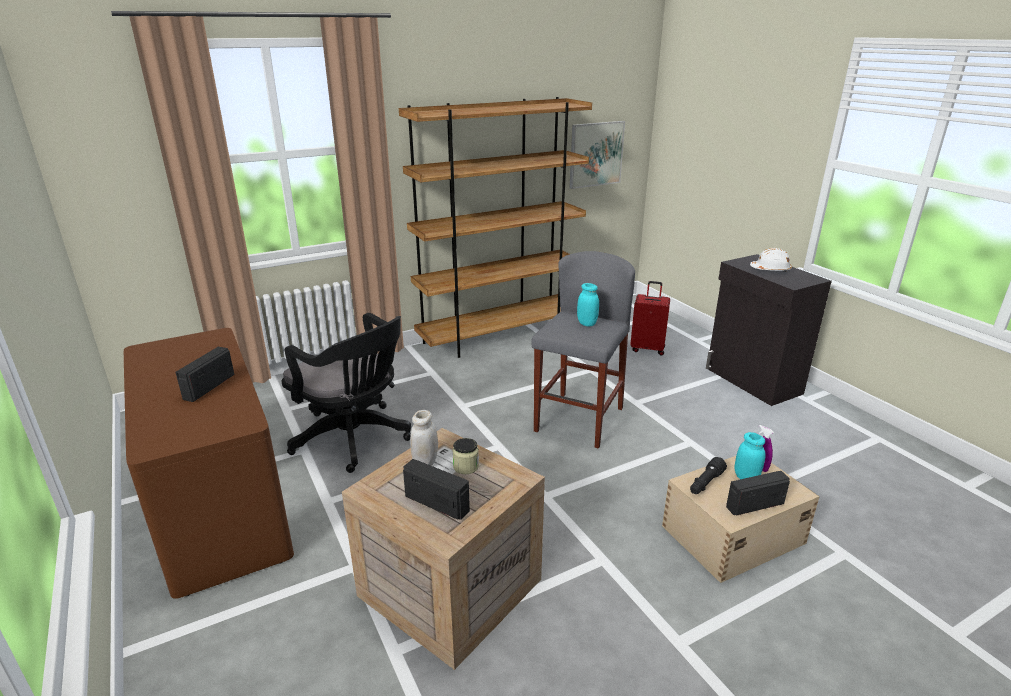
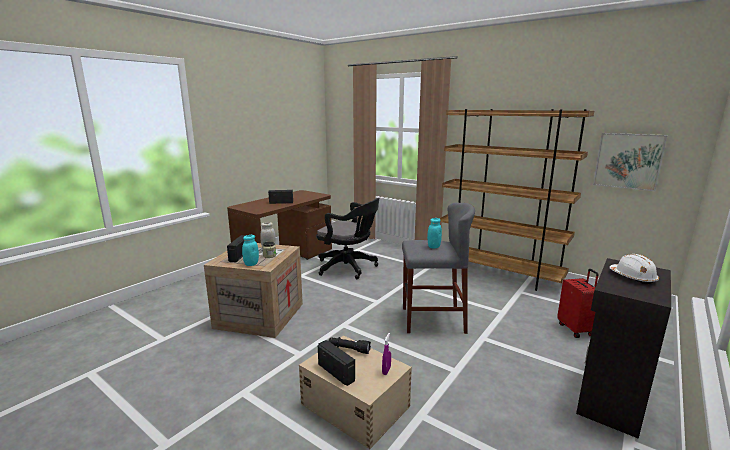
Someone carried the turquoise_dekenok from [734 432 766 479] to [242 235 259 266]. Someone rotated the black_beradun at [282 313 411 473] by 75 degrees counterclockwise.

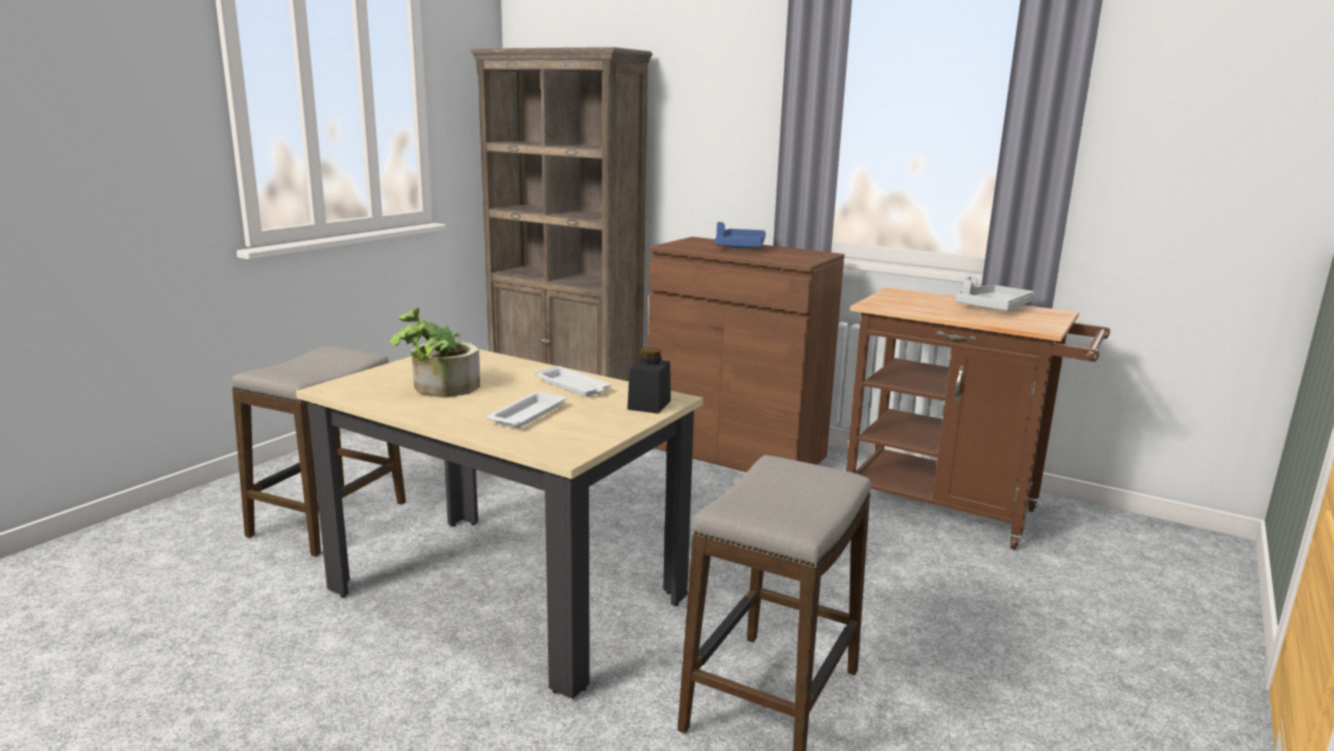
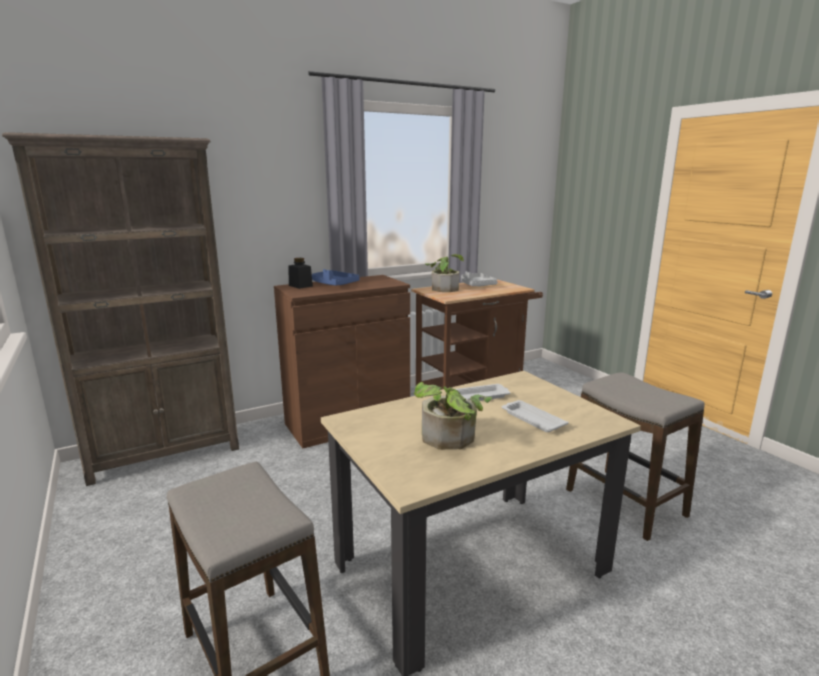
Someone put down the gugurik at [425 254 464 292]. Someone carried the black_dekenok from [627 347 671 414] to [288 258 313 289].

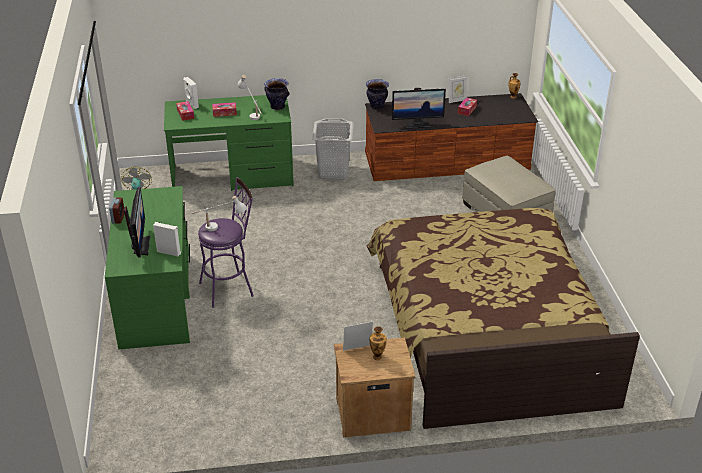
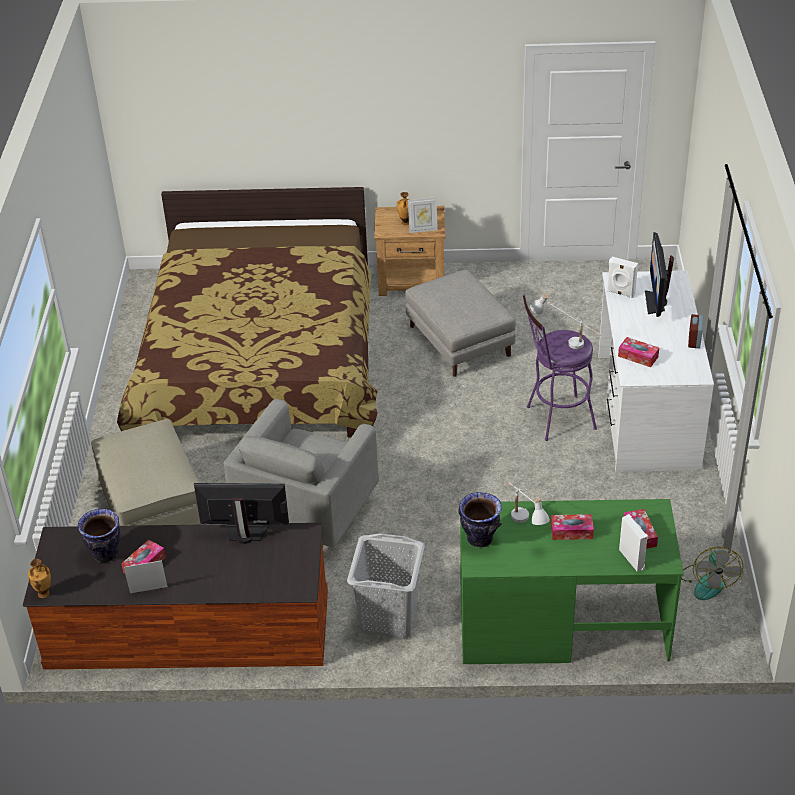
Someone put down the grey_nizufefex at [223 399 379 548]. Someone put down the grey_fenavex at [405 270 516 377]. Someone put down the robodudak at [618 337 659 368]. Someone carried the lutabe from [366 79 389 110] to [78 509 120 562]. Someone repainted the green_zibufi at [105 186 190 349], which became the white_zibufi at [598 271 714 472].

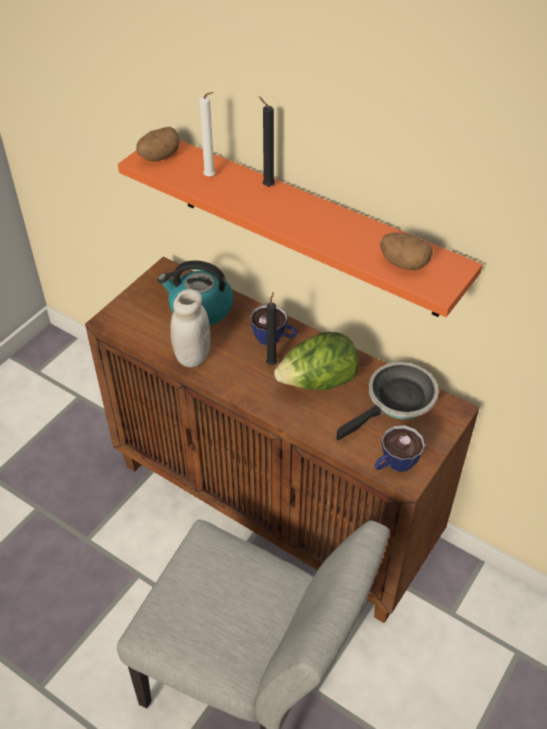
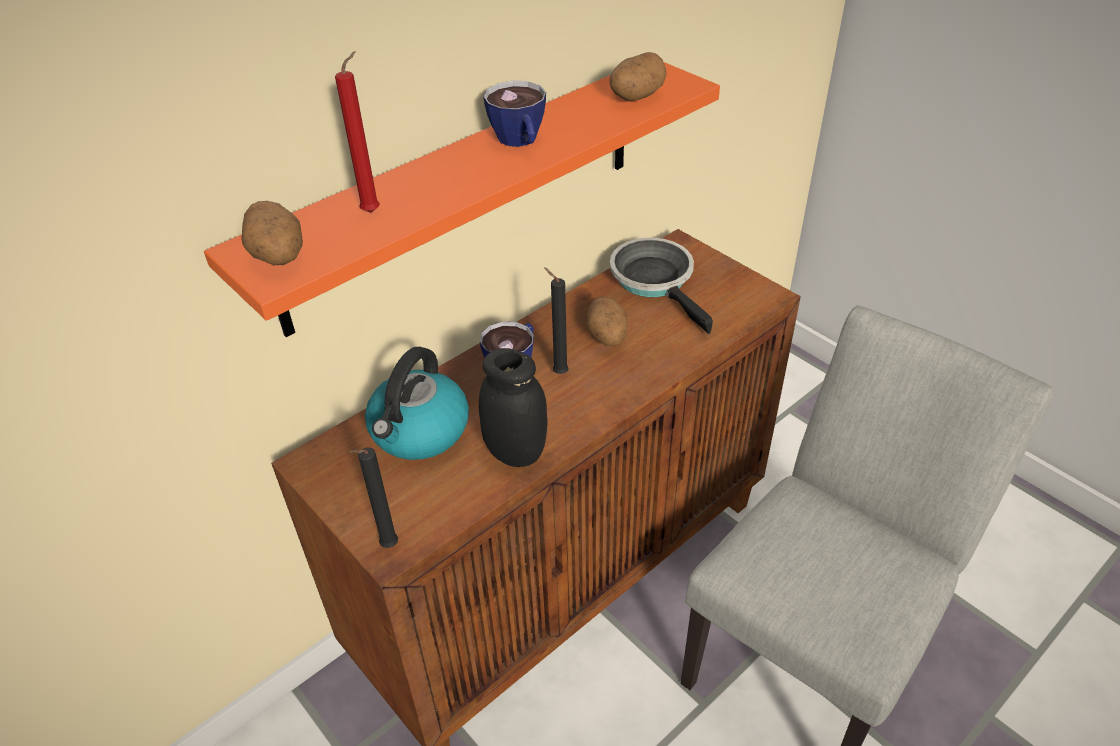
Someone carried the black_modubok from [258 96 275 187] to [349 448 398 548]. Someone carried the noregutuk from [375 425 425 472] to [483 80 546 147]. Someone swapped the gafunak at [274 332 359 390] for the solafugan at [586 296 628 346]. Someone repainted the white_dekenok at [170 289 210 367], which became the black_dekenok at [479 348 548 467]. Someone repainted the white_modubok at [199 92 215 177], which became the red_modubok at [335 51 380 213].

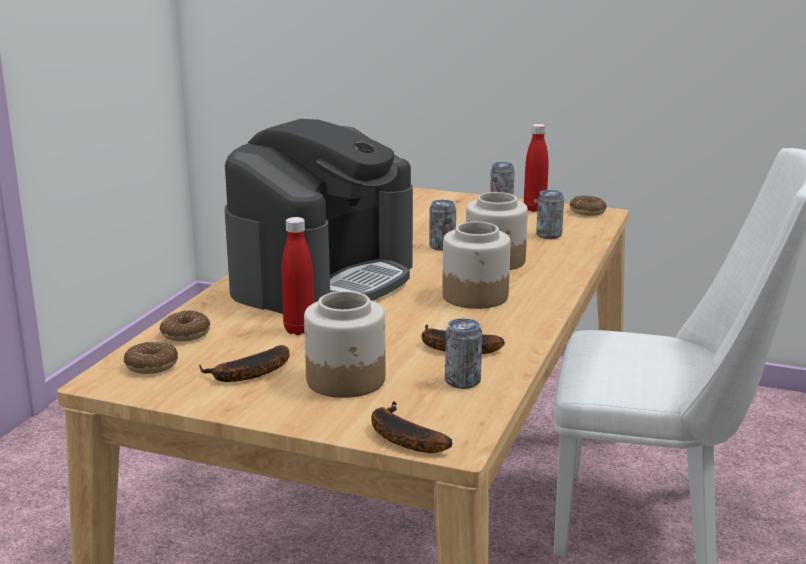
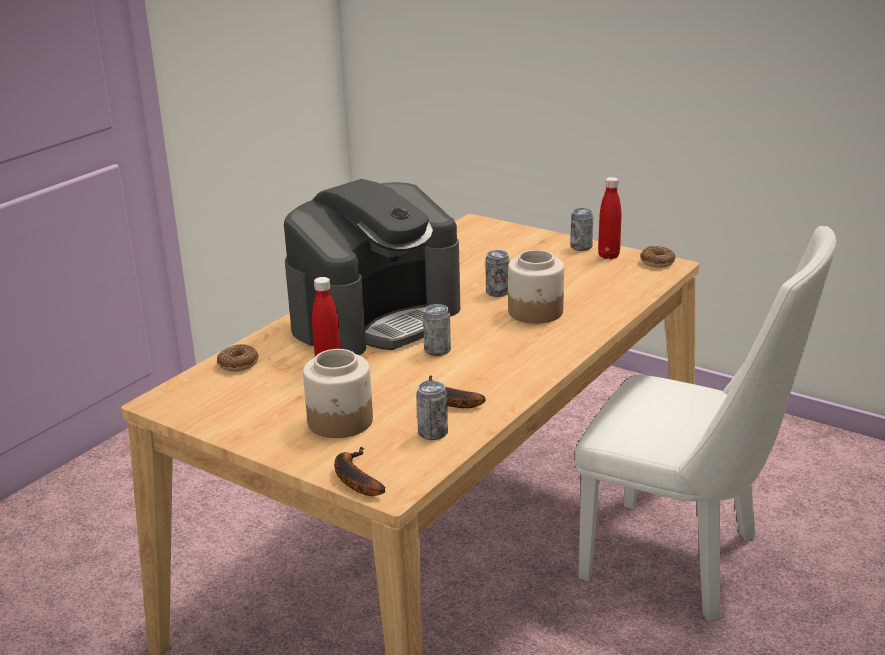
Someone took away the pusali at [124 342 178 374]. Someone took away the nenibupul at [199 345 290 382]. Someone took away the dekenok at [442 222 511 309]. Someone carried the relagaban from [536 190 564 239] to [423 304 451 356].

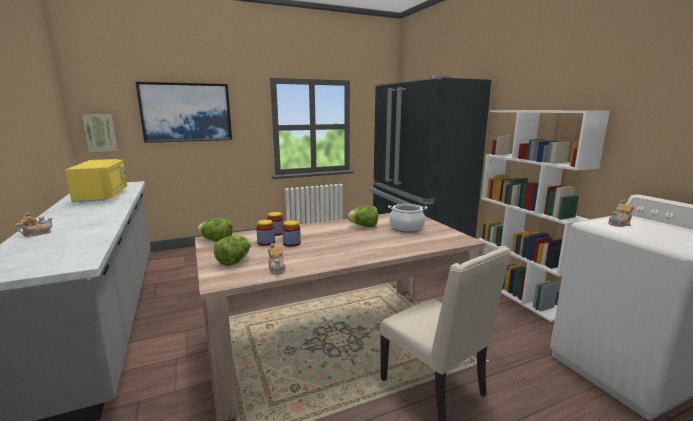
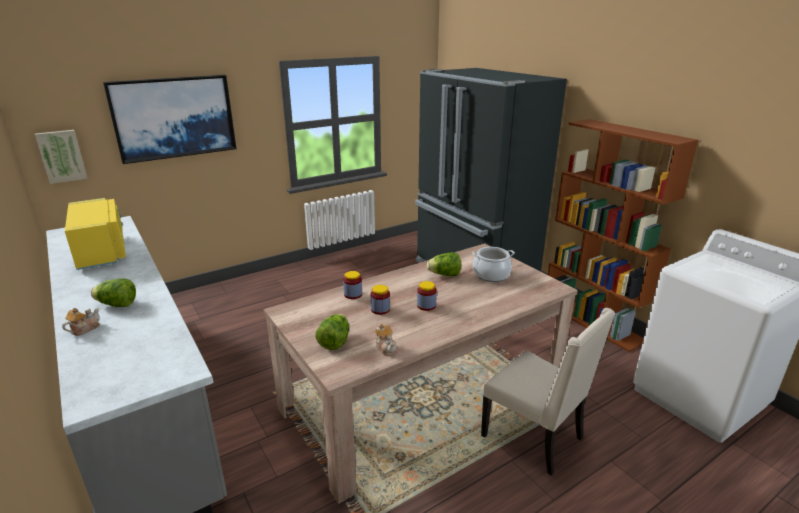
Someone took away the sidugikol at [608 199 634 227]. Someone carried the gafunak from [197 218 233 242] to [91 278 136 307]. Someone carried the dekenok from [256 220 275 246] to [417 281 437 311]. Someone repainted the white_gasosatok at [478 110 610 322], which became the brown_gasosatok at [548 119 698 352].

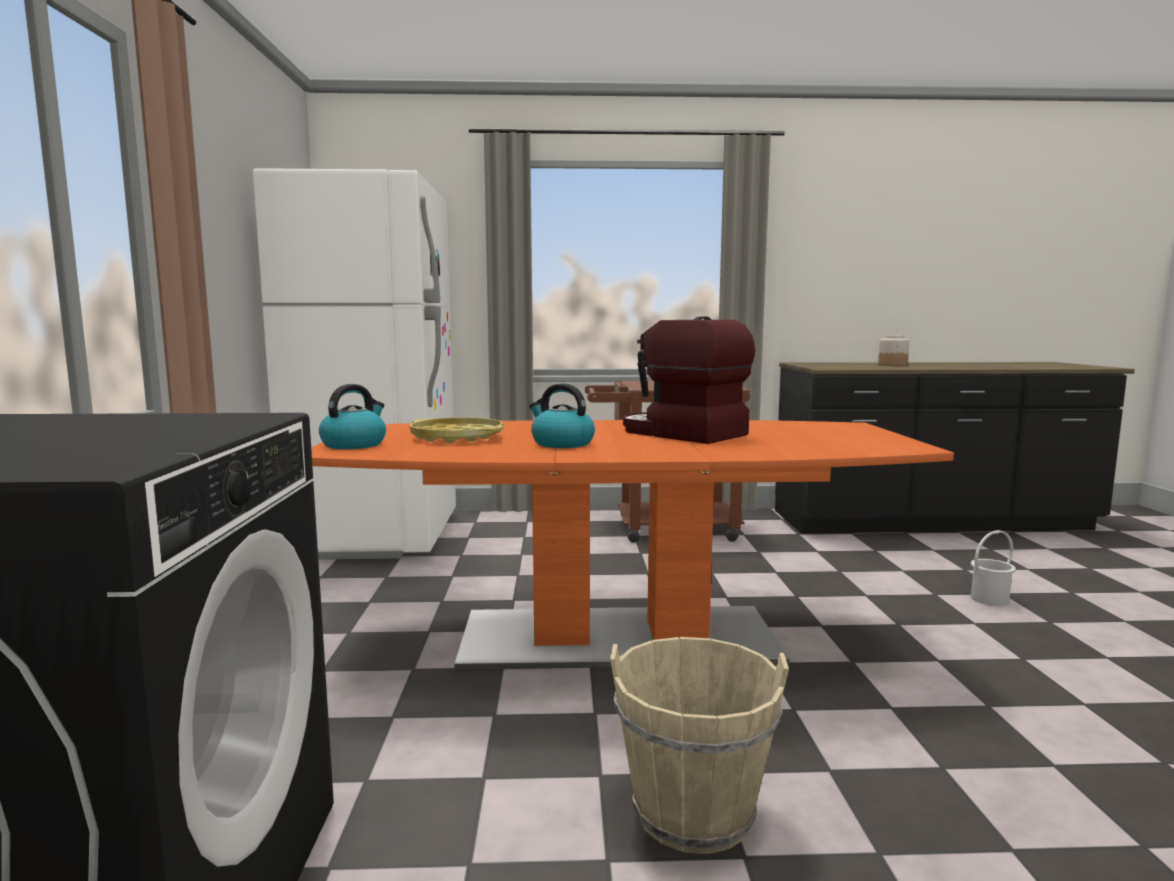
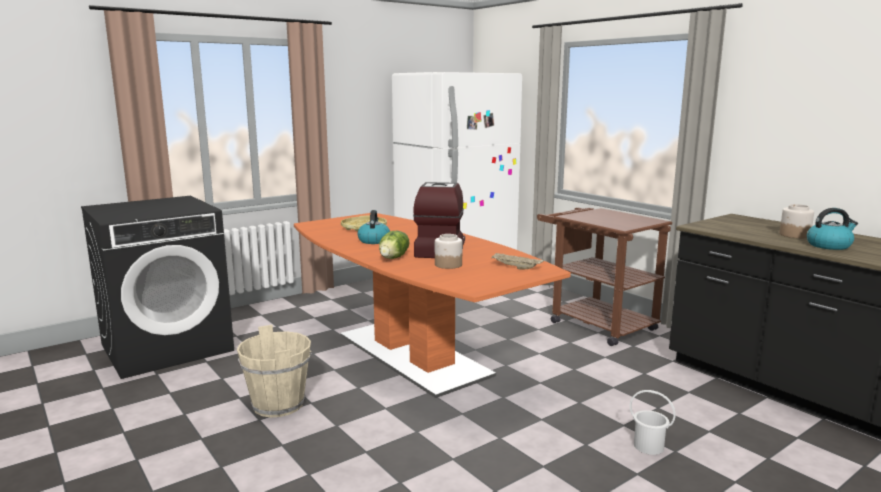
Someone put down the gafunak at [379 231 409 259]. Someone put down the dekenok at [435 234 462 269]. Someone put down the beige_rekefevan at [491 253 544 270]. Someone carried the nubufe from [319 384 386 449] to [807 208 858 250].

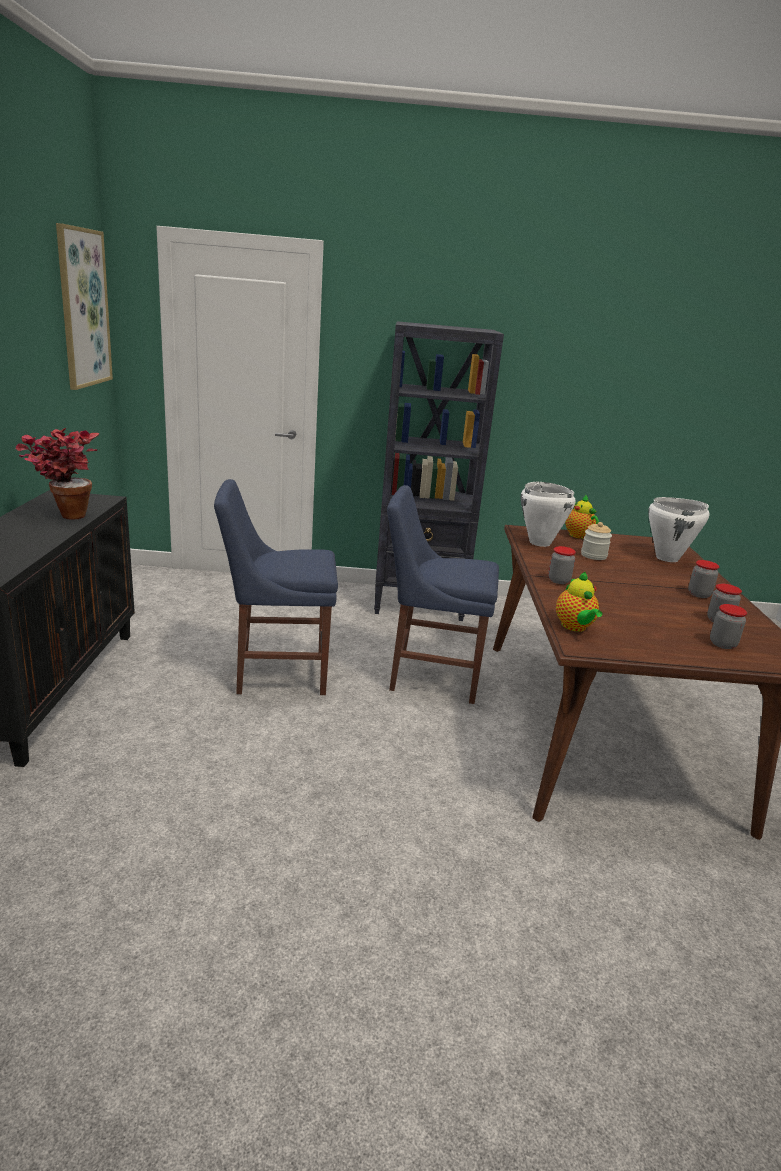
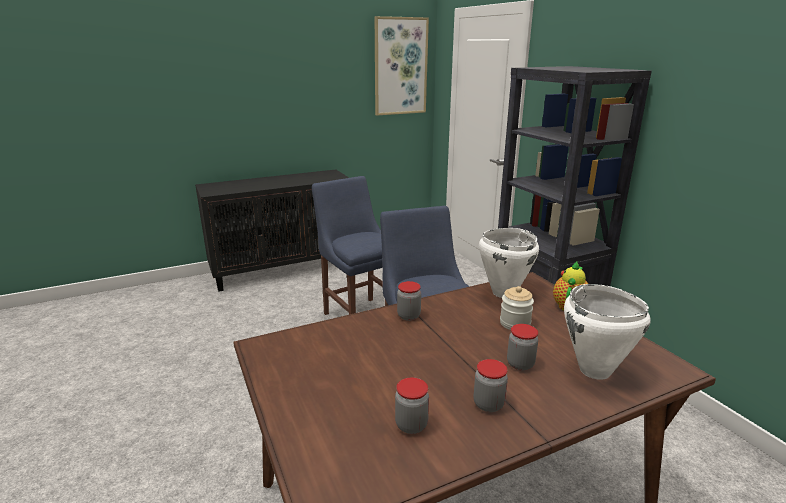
Someone took away the gugurik at [15 428 100 520]. Someone took away the sidugikol at [556 572 603 632]. Someone carried the dekenok from [710 604 747 649] to [507 324 538 371].

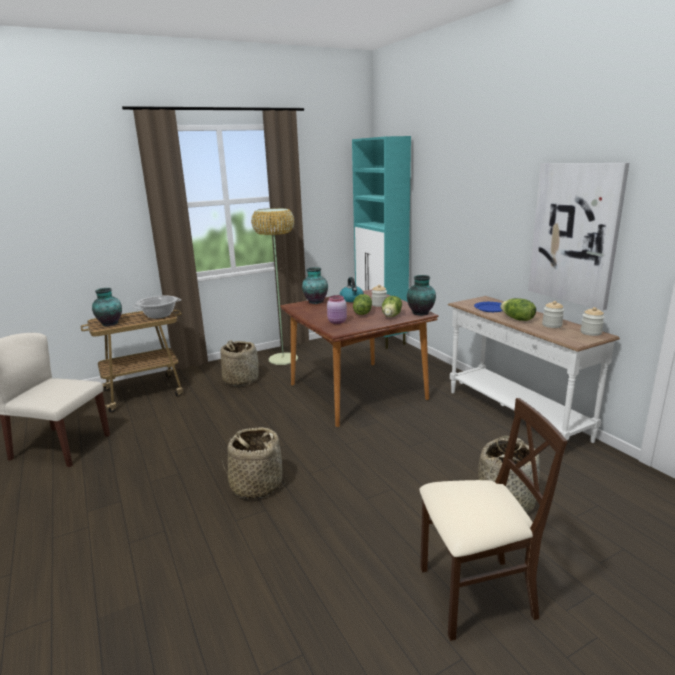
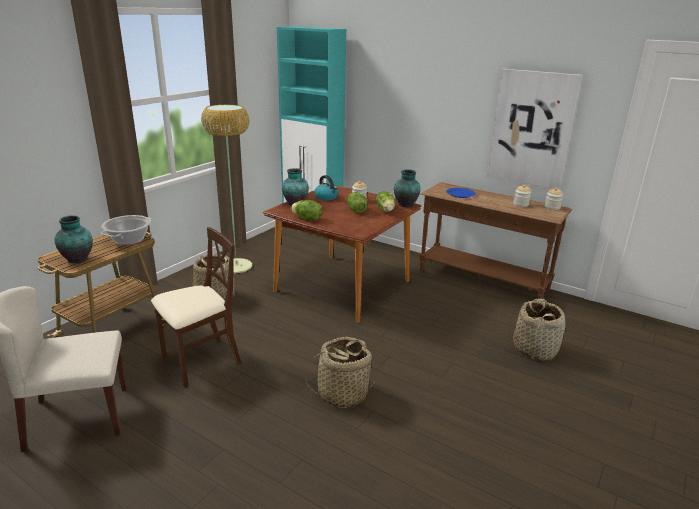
Someone took away the pink_dekenok at [327 295 347 324]. Someone carried the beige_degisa from [419 398 568 641] to [151 227 241 388]. Someone carried the gafunak from [500 298 536 321] to [291 200 322 220]. Someone repainted the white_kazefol at [448 296 620 456], which became the brown_kazefol at [419 182 572 299].

